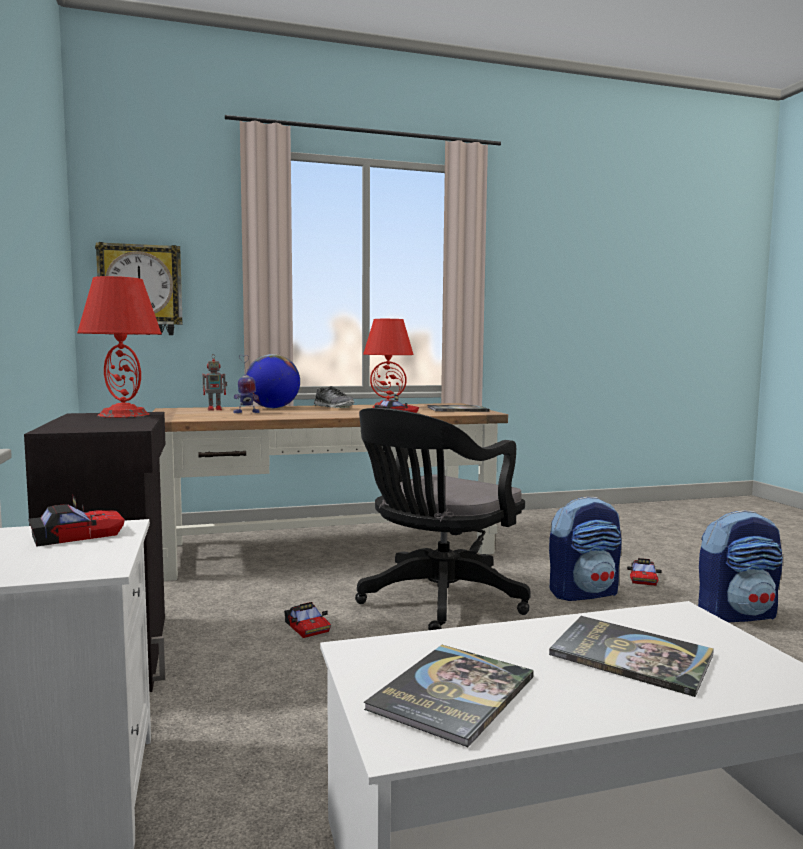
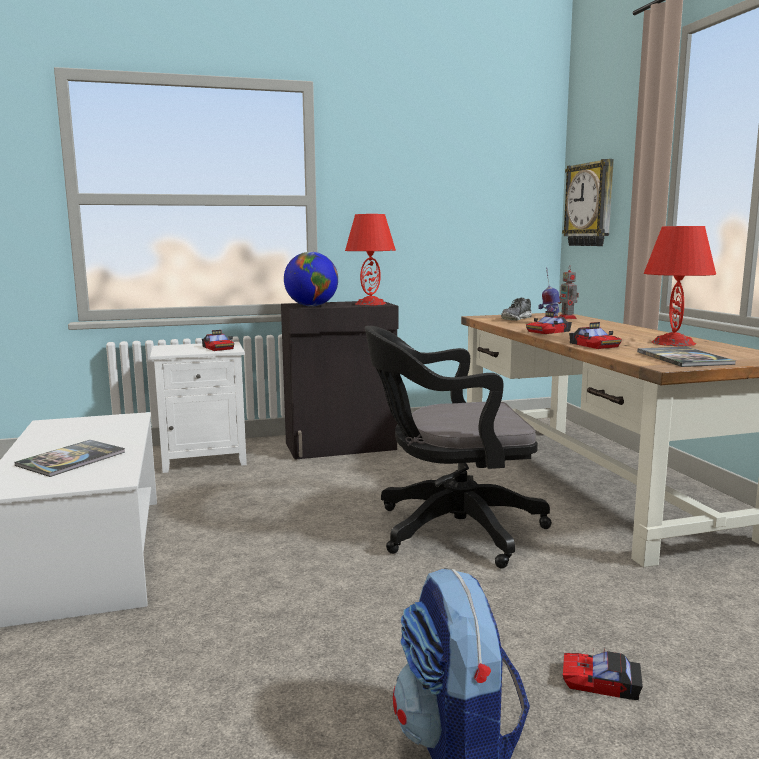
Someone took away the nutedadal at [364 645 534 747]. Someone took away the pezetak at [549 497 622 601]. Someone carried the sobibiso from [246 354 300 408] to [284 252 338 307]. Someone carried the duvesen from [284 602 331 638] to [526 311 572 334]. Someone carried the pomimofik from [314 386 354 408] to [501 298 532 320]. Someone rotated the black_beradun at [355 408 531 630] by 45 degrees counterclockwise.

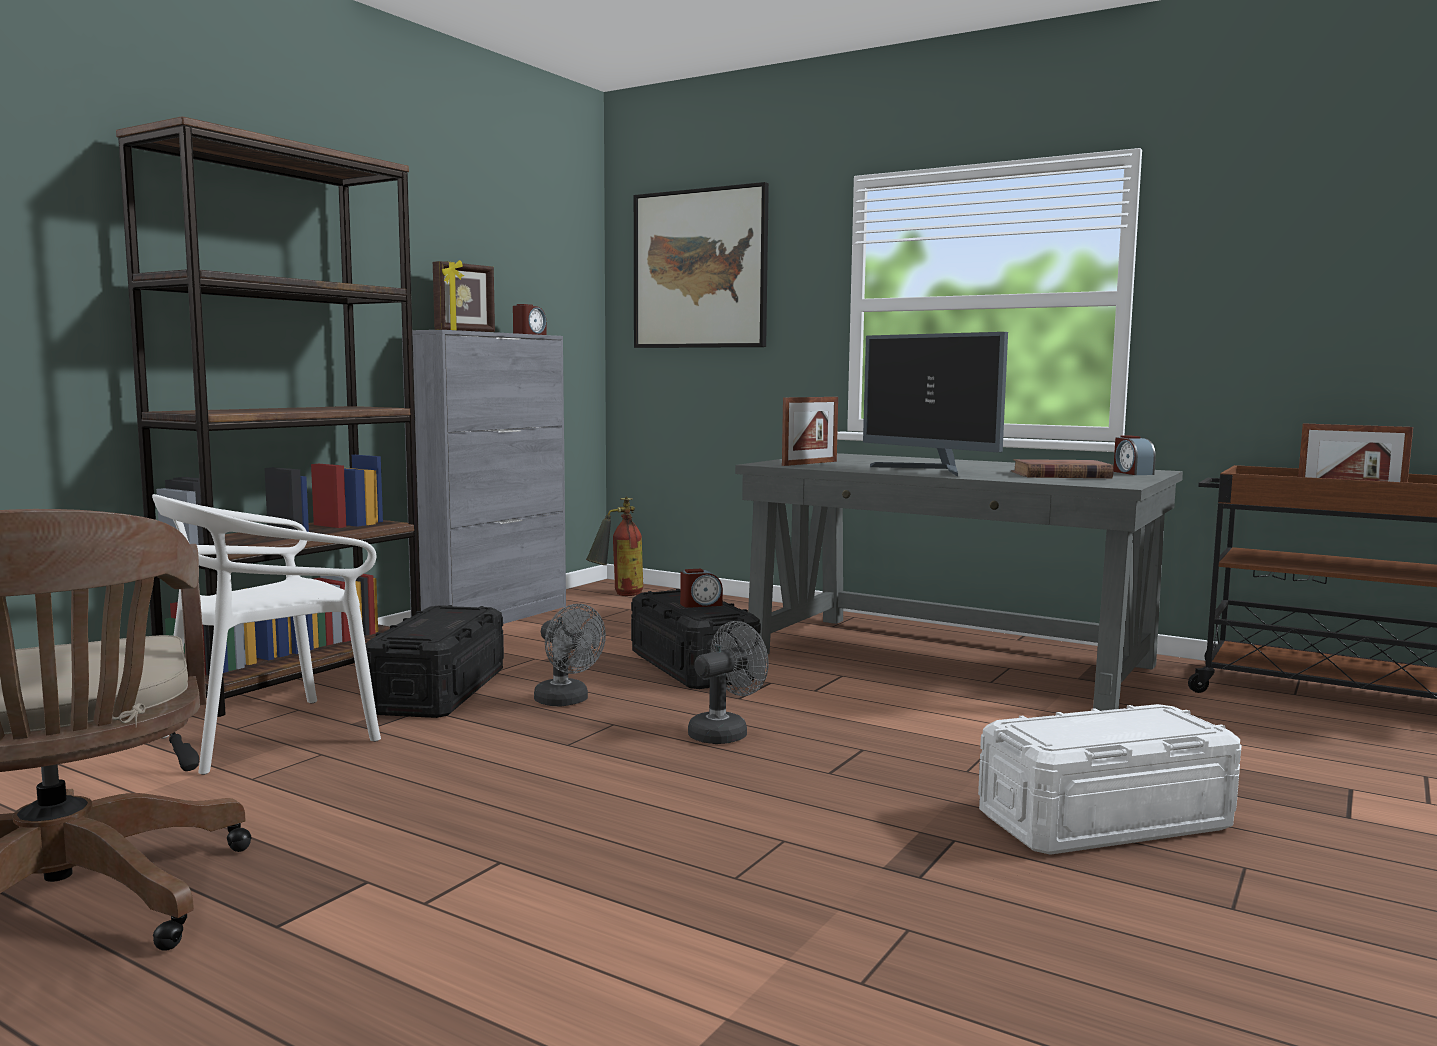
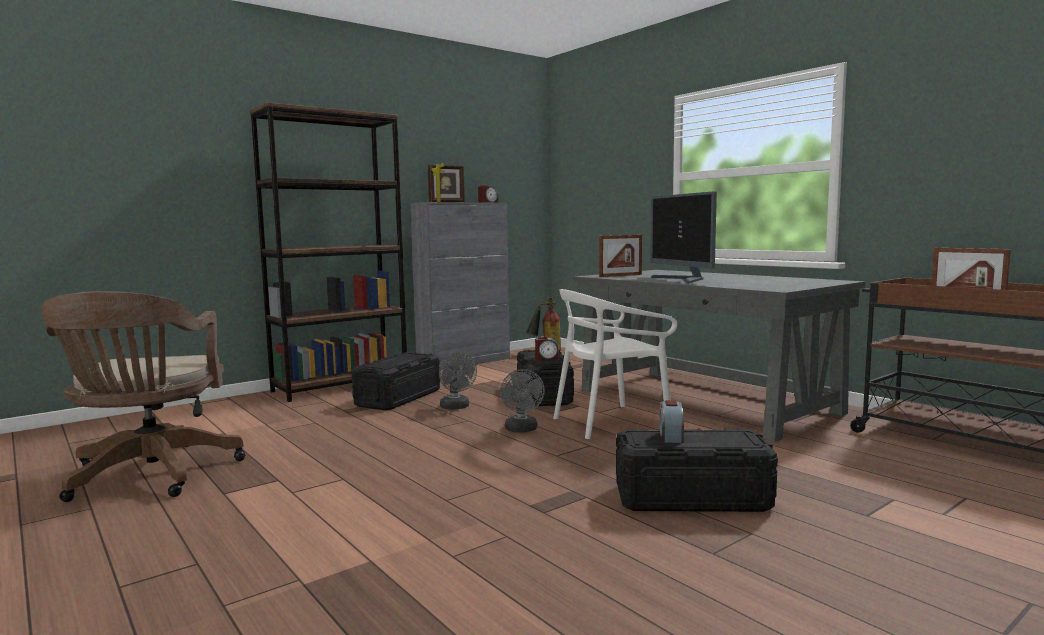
Someone took away the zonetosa at [634 182 769 348]. Someone took away the brown_nutedadal at [1011 459 1114 478]. Someone carried the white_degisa from [152 494 381 775] to [553 289 677 440]. Someone carried the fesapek from [1114 435 1156 475] to [660 400 684 443]. Someone repainted the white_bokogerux at [978 704 1242 855], which became the black_bokogerux at [616 428 778 512]. Someone rotated the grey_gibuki at [688 621 769 744] by 105 degrees clockwise.

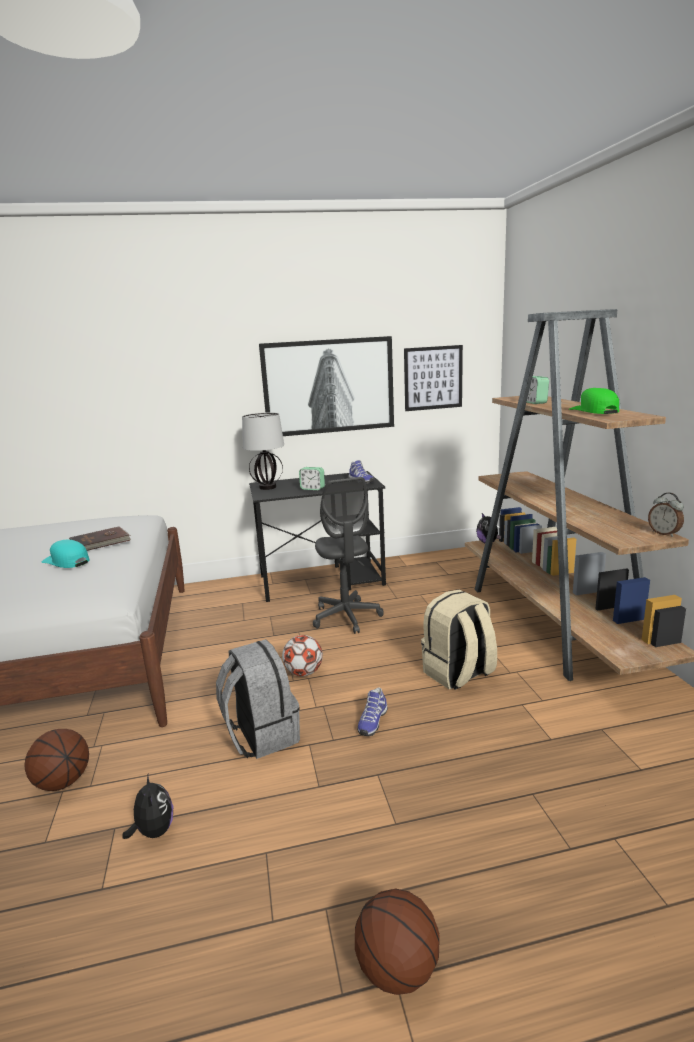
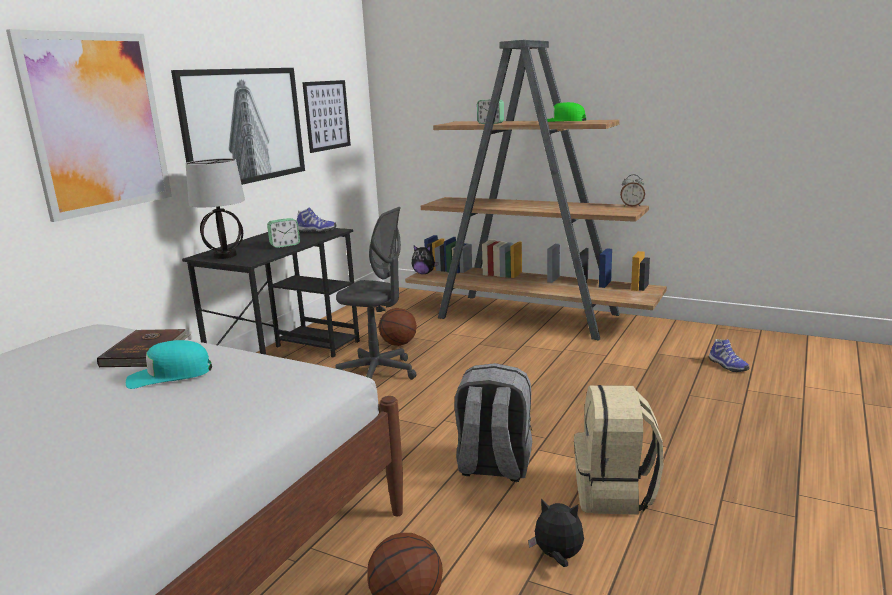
Someone took away the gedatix at [282 635 323 676]. Someone put up the zonetosa at [6 29 172 222]. Someone carried the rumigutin from [355 889 440 995] to [379 308 417 346]. Someone carried the pomimofik from [357 687 388 736] to [709 339 749 372]. Someone carried the beige_pezetak from [421 590 497 690] to [574 385 664 515].

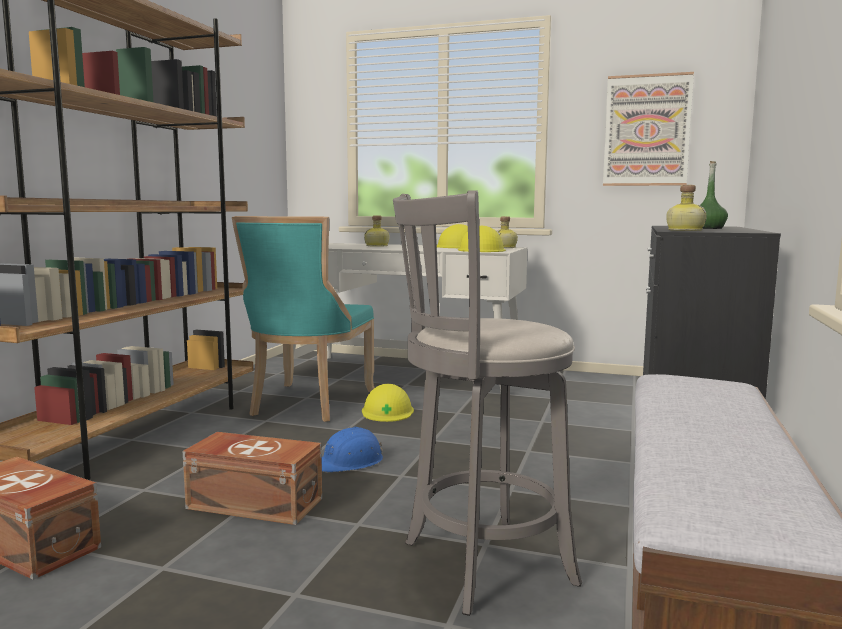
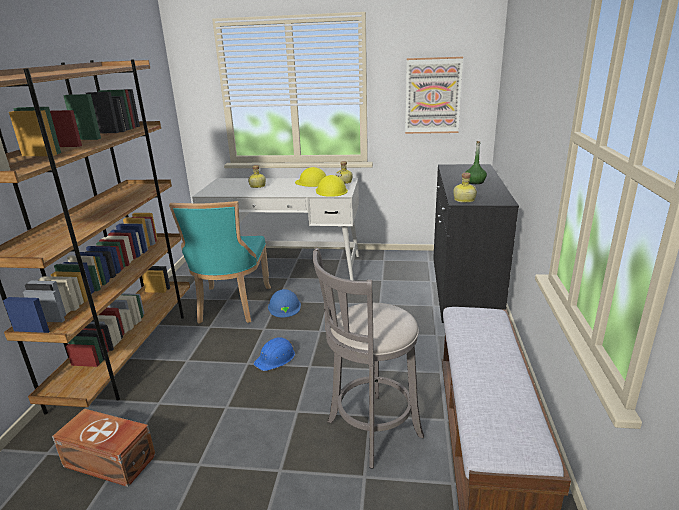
Someone took away the brown_bokogerux at [183 432 322 525]. Someone repainted the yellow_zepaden at [362 384 414 422], which became the blue_zepaden at [268 289 301 317].

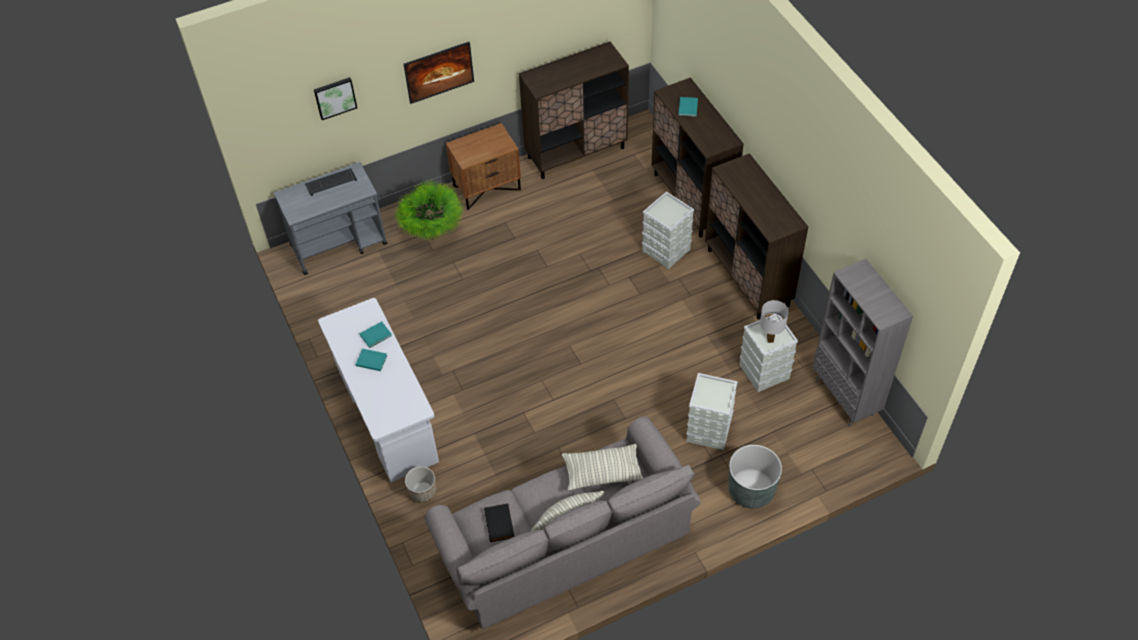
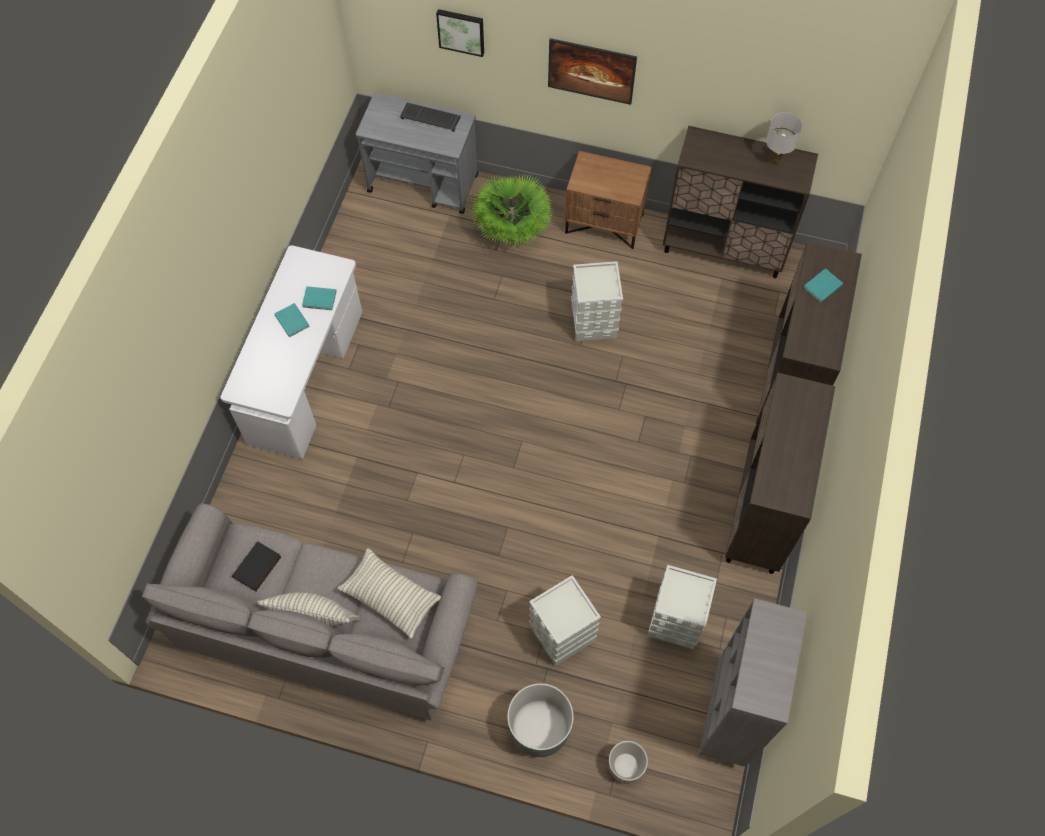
Someone carried the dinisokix from [405 466 436 502] to [609 741 648 784]. Someone carried the grey_bokogerux from [642 191 694 269] to [571 261 623 341]. Someone carried the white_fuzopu from [760 300 789 343] to [766 112 803 166].

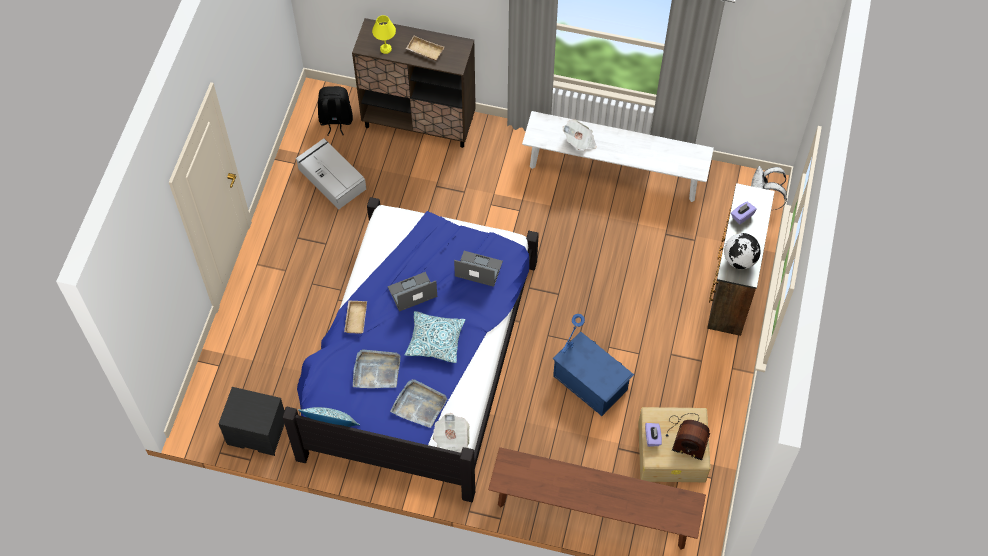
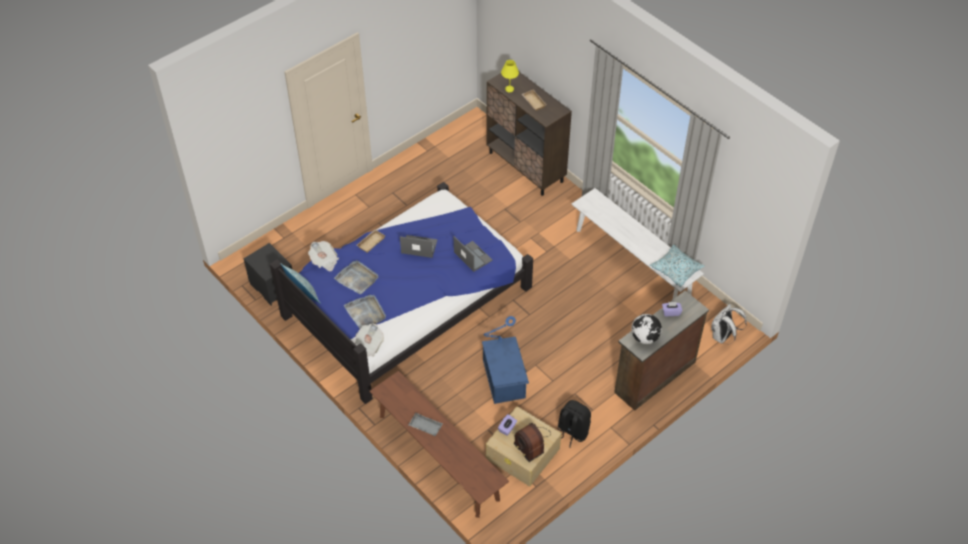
Someone took away the grey_bokogerux at [296 138 366 209]. Someone put down the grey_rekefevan at [408 413 443 436]. Someone carried the black_pezetak from [318 86 353 136] to [557 400 591 447]. Someone carried the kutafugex from [404 311 466 363] to [650 245 705 287]. Someone carried the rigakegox from [563 119 597 150] to [308 241 339 271].

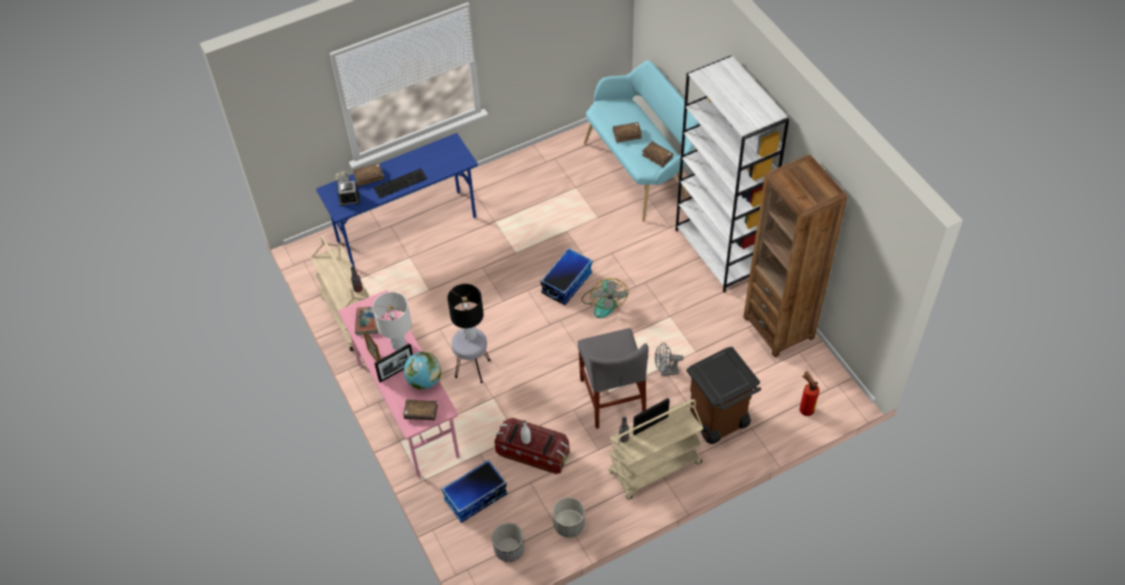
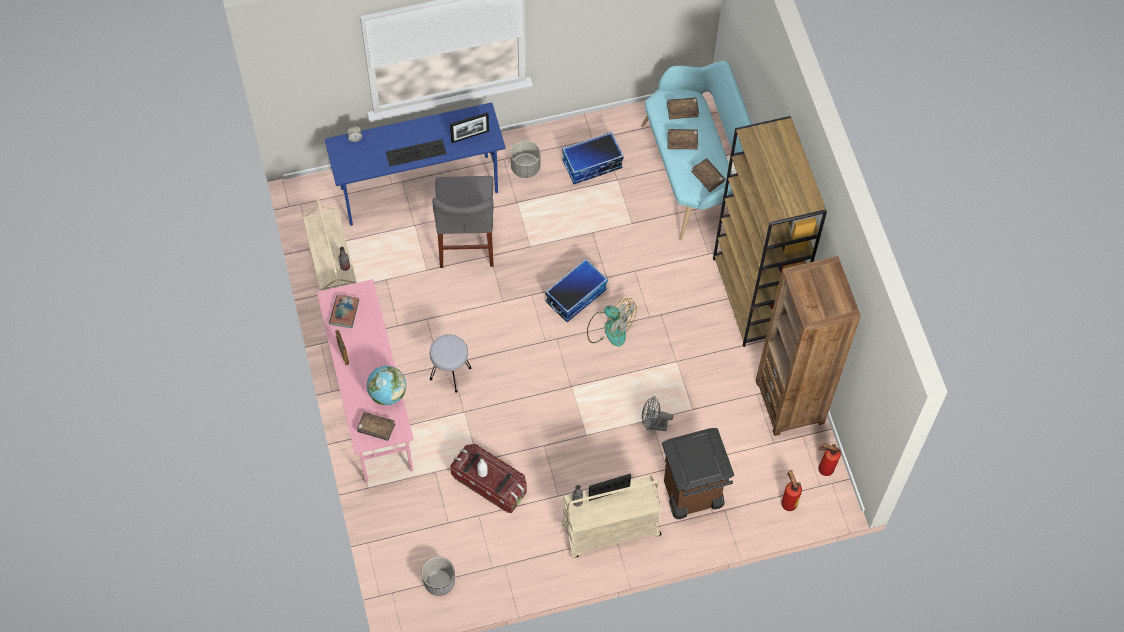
Someone took away the fesapek at [337 181 360 206]. Someone took away the white_fuzopu at [372 292 412 350]. Someone took away the black_fuzopu at [447 284 484 341]. Someone put down the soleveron at [818 443 841 476]. Someone carried the brown_nutedadal from [353 163 384 187] to [667 97 699 120]. Someone carried the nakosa from [374 344 413 383] to [450 112 489 143]. Someone carried the bokogerux from [441 459 508 523] to [562 132 624 184]. Someone carried the grey_dinisokix from [553 497 585 538] to [511 141 540 178]. Someone carried the grey_degisa from [577 328 648 429] to [432 176 494 268]. Someone repainted the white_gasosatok at [676 56 789 293], which became the brown_gasosatok at [713 116 827 347]. Someone rotated the gibuki at [581 278 628 318] by 60 degrees counterclockwise.

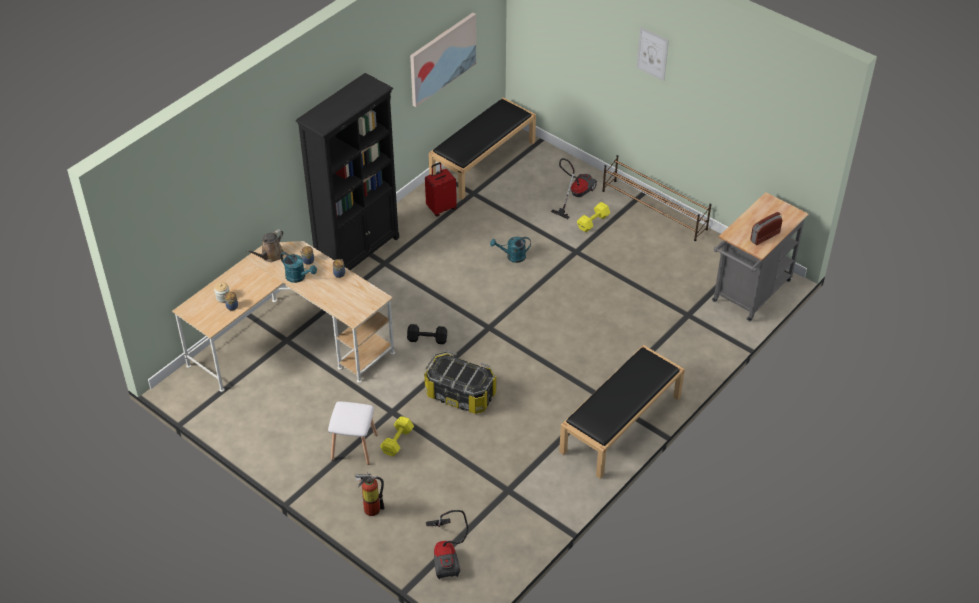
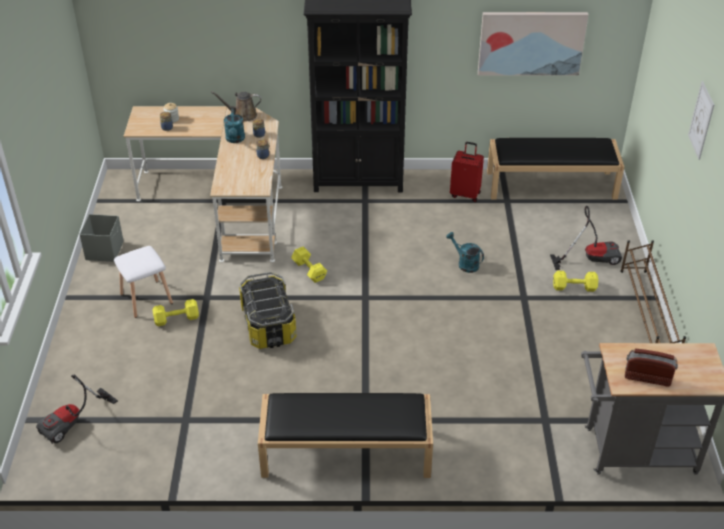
Someone took away the soleveron at [355 472 385 516]. Someone put down the grey_bokogerux at [79 214 124 262]. Someone repainted the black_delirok at [407 324 447 344], which became the yellow_delirok at [291 246 327 283].

